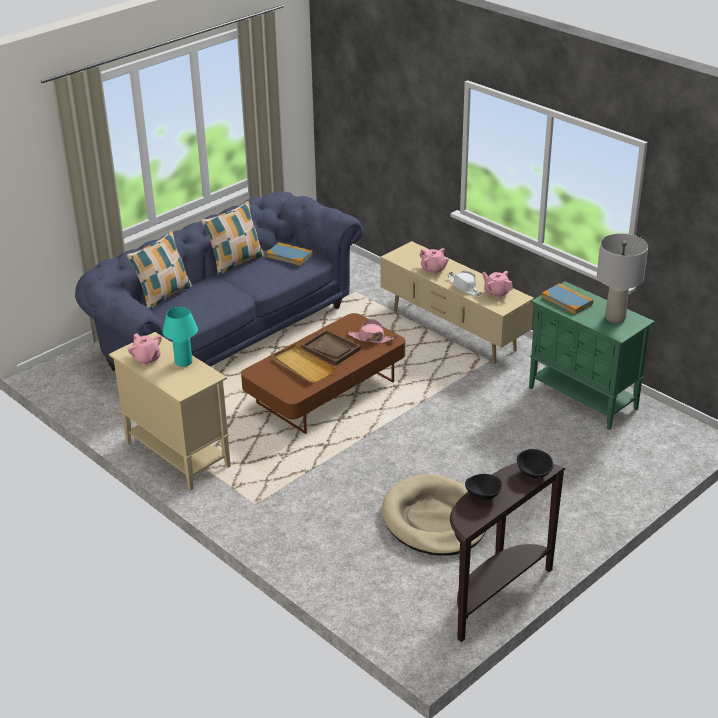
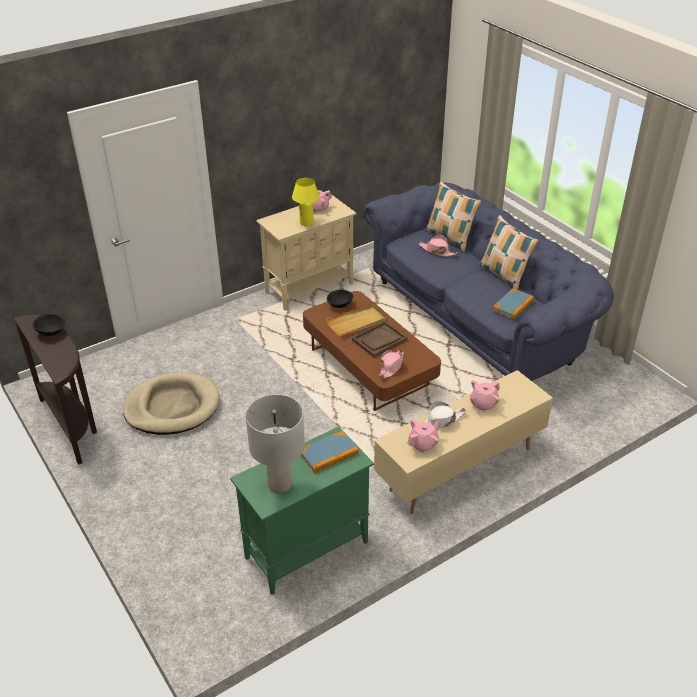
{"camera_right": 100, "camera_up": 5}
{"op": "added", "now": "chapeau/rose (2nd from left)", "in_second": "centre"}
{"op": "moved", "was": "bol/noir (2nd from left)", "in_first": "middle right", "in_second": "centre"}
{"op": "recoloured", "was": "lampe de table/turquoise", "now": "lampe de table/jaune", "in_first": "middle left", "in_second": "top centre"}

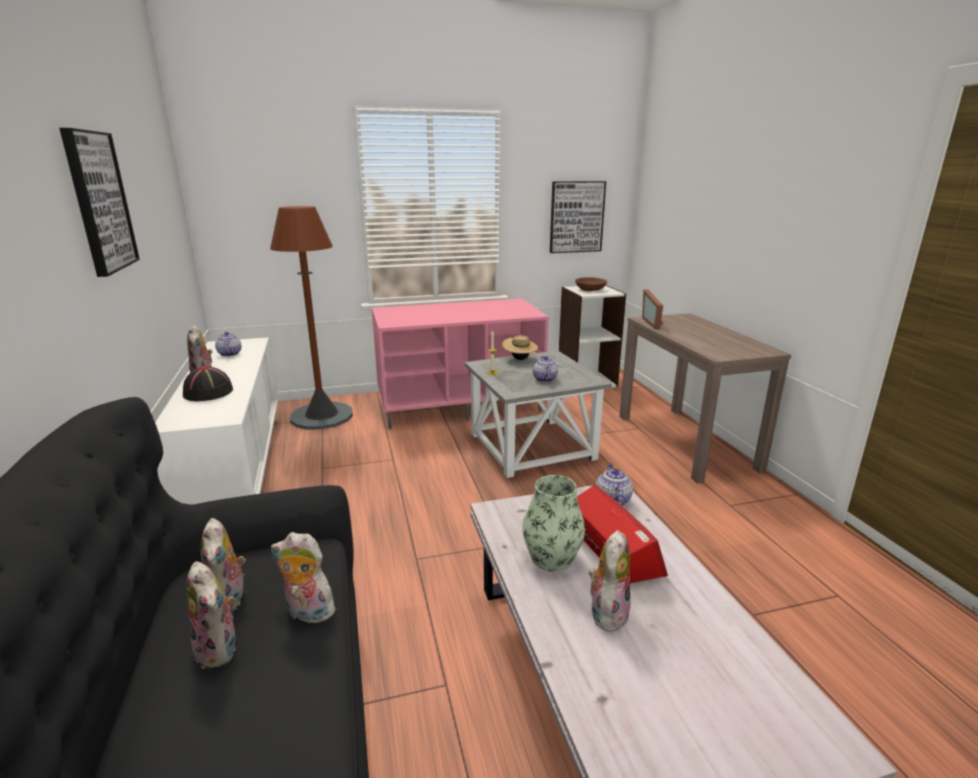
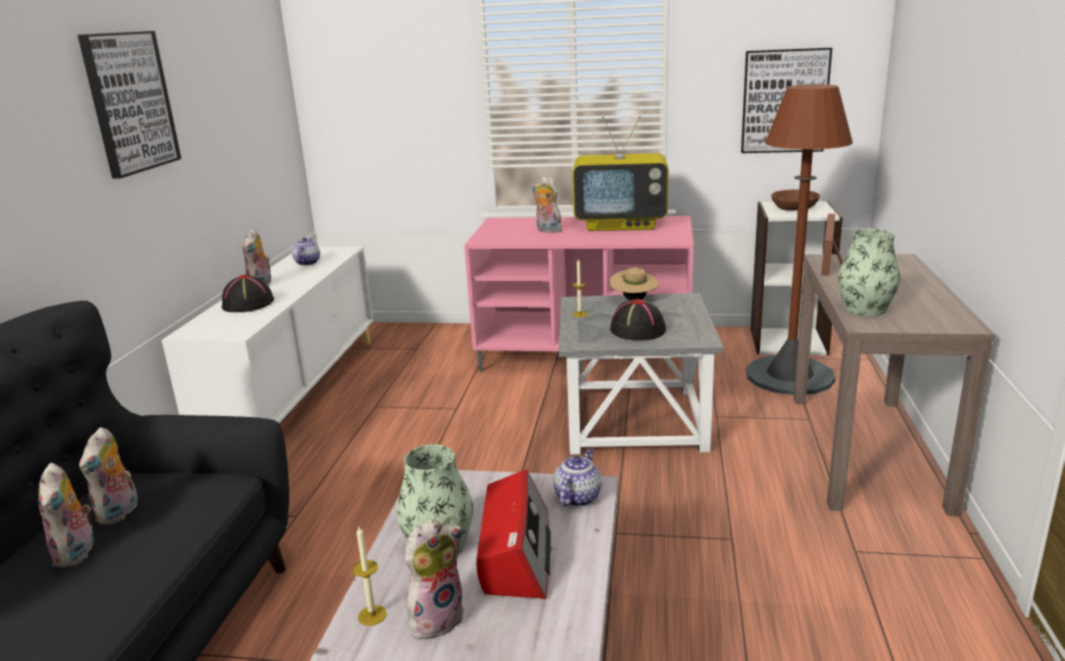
{"camera_right": 25, "camera_up": 0}
{"op": "added", "now": "bougie (1st from left)", "in_second": "bottom centre"}
{"op": "added", "now": "téléviseur", "in_second": "top centre"}
{"op": "added", "now": "vase (2nd from left)", "in_second": "middle right"}
{"op": "moved", "was": "lampadaire/marron", "in_first": "middle left", "in_second": "middle right"}
{"op": "moved", "was": "peluche (4th from left in the first image)", "now": "peluche (5th from left)", "in_first": "bottom left", "in_second": "top centre"}
{"op": "replaced", "was": "théière (2nd from left)", "now": "chapeau/noir (2nd from left)", "in_first": "centre", "in_second": "centre"}

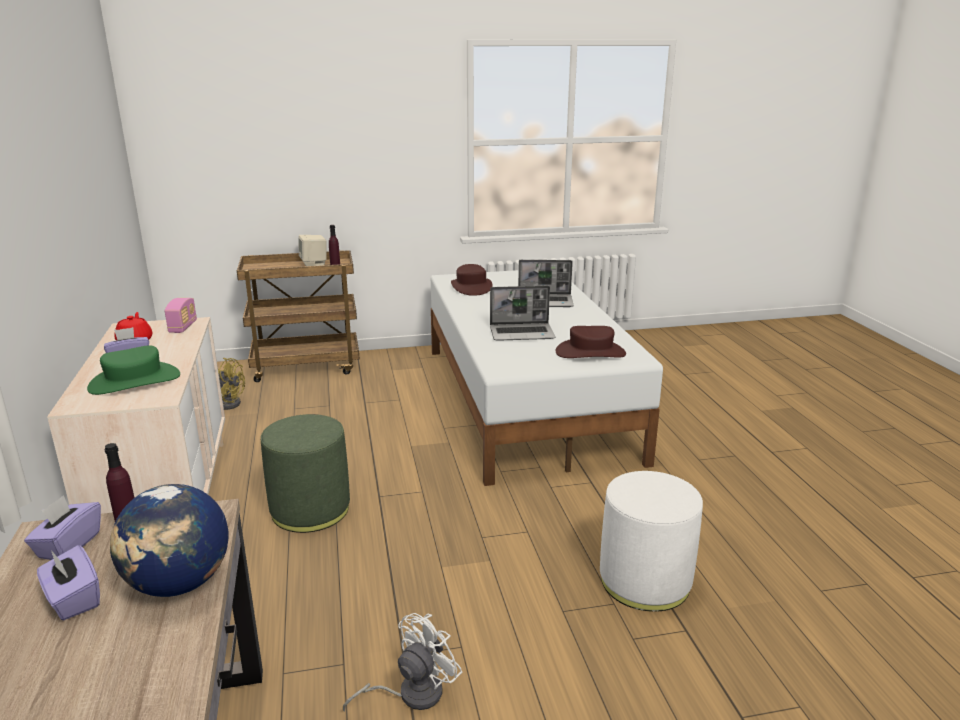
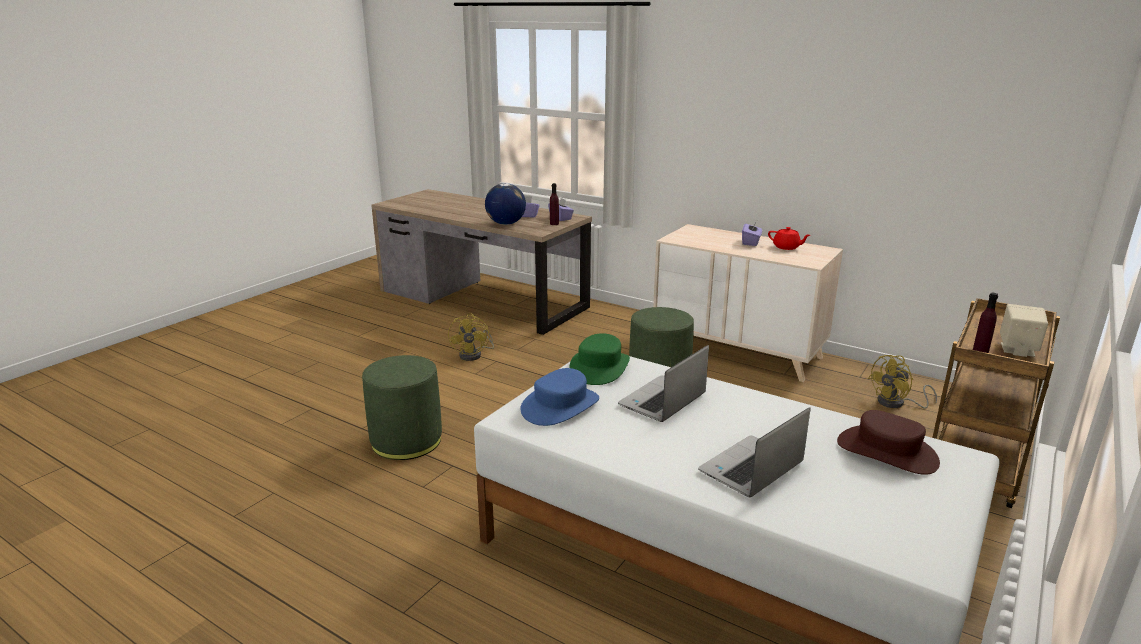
{"camera_right": 135, "camera_up": 0}
{"op": "removed", "was": "radio", "in_first": "middle left"}
{"op": "moved", "was": "chapeau/vert", "in_first": "middle left", "in_second": "centre"}
{"op": "recoloured", "was": "ventilateur/blanc", "now": "ventilateur/jaune (1st from left)", "in_first": "bottom centre", "in_second": "centre"}
{"op": "recoloured", "was": "chapeau/marron (2nd from left)", "now": "chapeau/bleu", "in_first": "centre", "in_second": "centre"}
{"op": "recoloured", "was": "pouf/blanc", "now": "pouf/vert (1st from left)", "in_first": "bottom right", "in_second": "centre"}

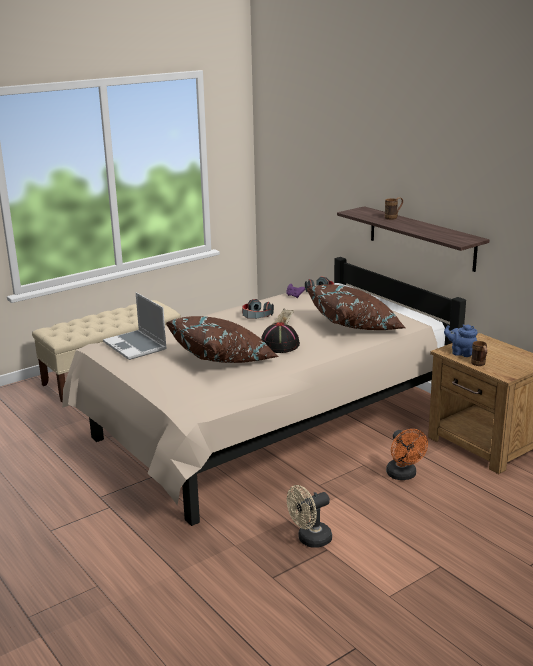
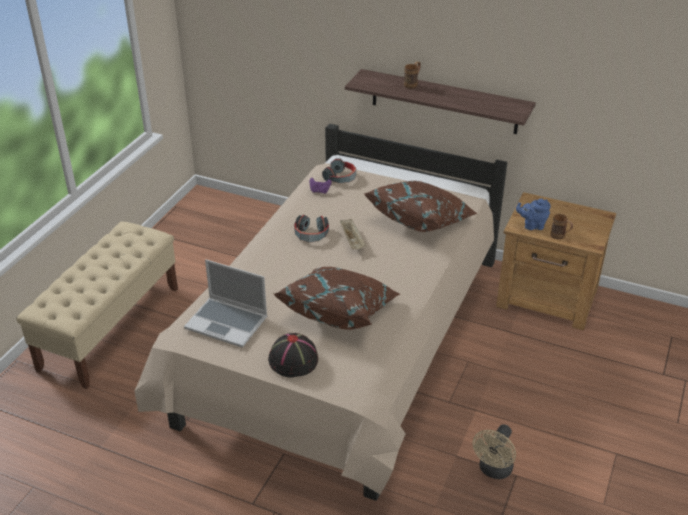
{"camera_right": -30, "camera_up": 15}
{"op": "removed", "was": "ventilateur/orange", "in_first": "bottom right"}
{"op": "moved", "was": "chapeau/noir", "in_first": "centre", "in_second": "bottom centre"}

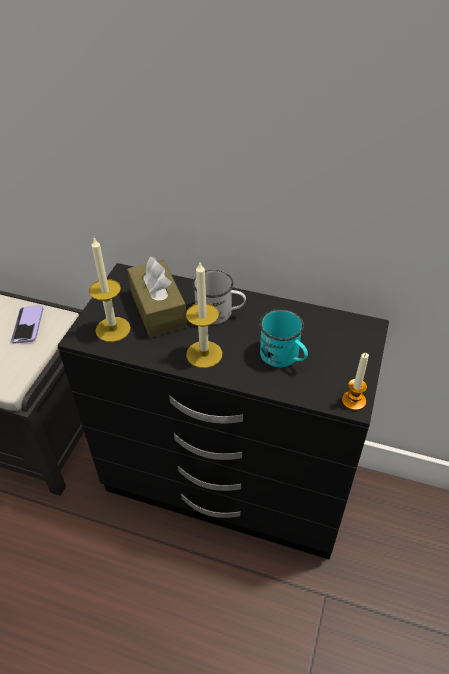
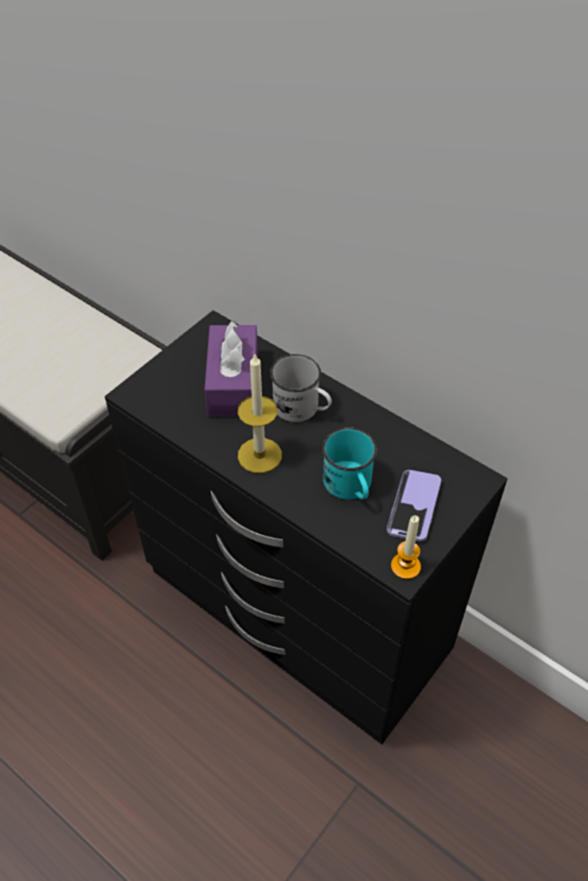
{"camera_right": 20, "camera_up": 5}
{"op": "removed", "was": "bougie (1st from left)", "in_first": "middle left"}
{"op": "moved", "was": "téléphone", "in_first": "middle left", "in_second": "middle right"}
{"op": "recoloured", "was": "boîte à mouchoirs/marron", "now": "boîte à mouchoirs/violet", "in_first": "centre", "in_second": "centre"}

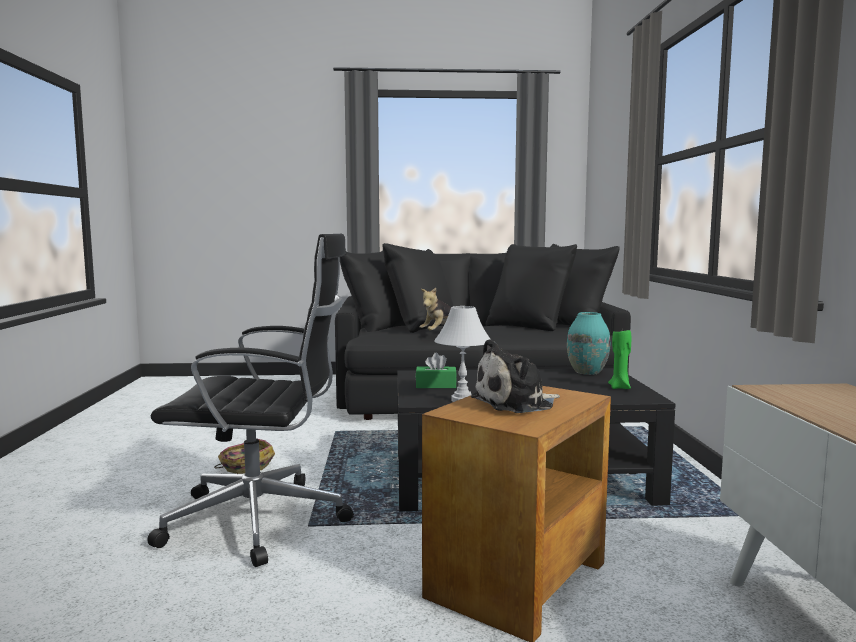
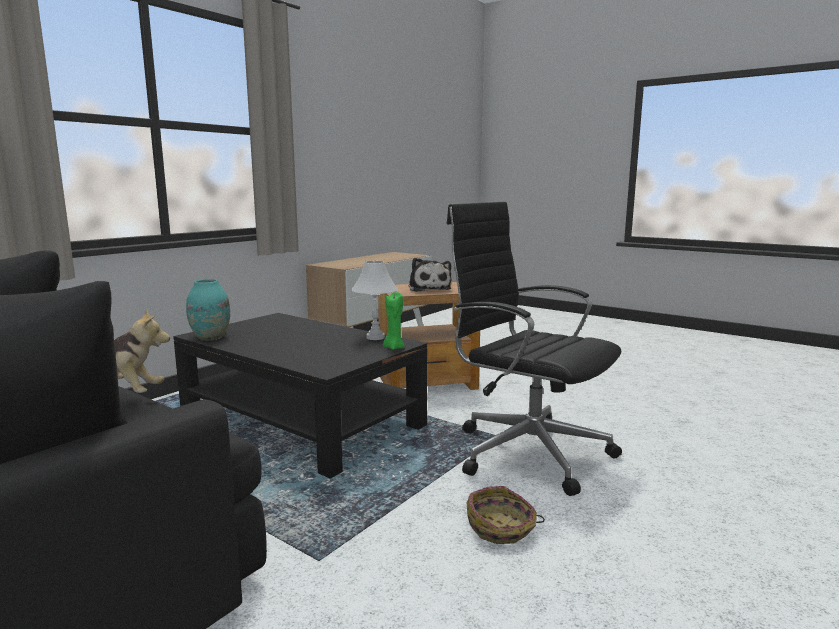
{"camera_right": -140, "camera_up": 5}
{"op": "removed", "was": "boîte à mouchoirs/vert", "in_first": "centre"}
{"op": "moved", "was": "bougie/vert", "in_first": "middle right", "in_second": "centre"}
{"op": "turned", "was": "peluche (2nd from left)", "in_first": "centre", "in_second": "centre", "clockwise": 60}

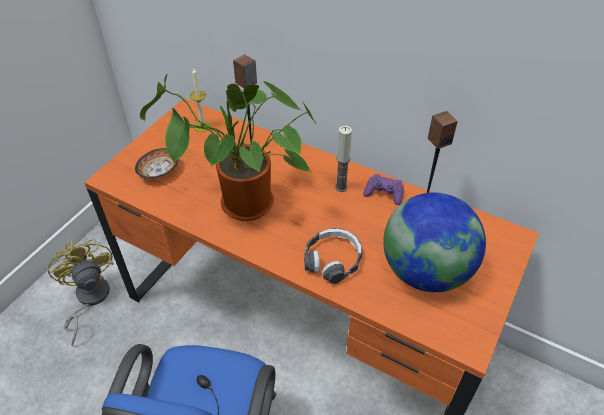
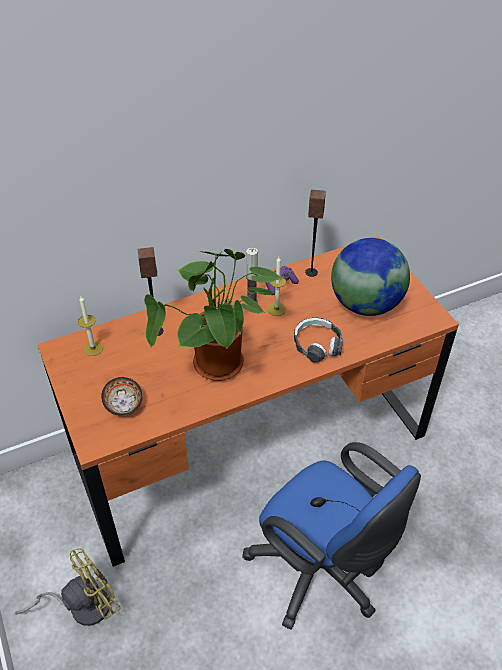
{"camera_right": -55, "camera_up": 0}
{"op": "added", "now": "bougie (3rd from left)", "in_second": "centre"}
{"op": "turned", "was": "ventilateur/jaune", "in_first": "bottom left", "in_second": "bottom left", "clockwise": 135}

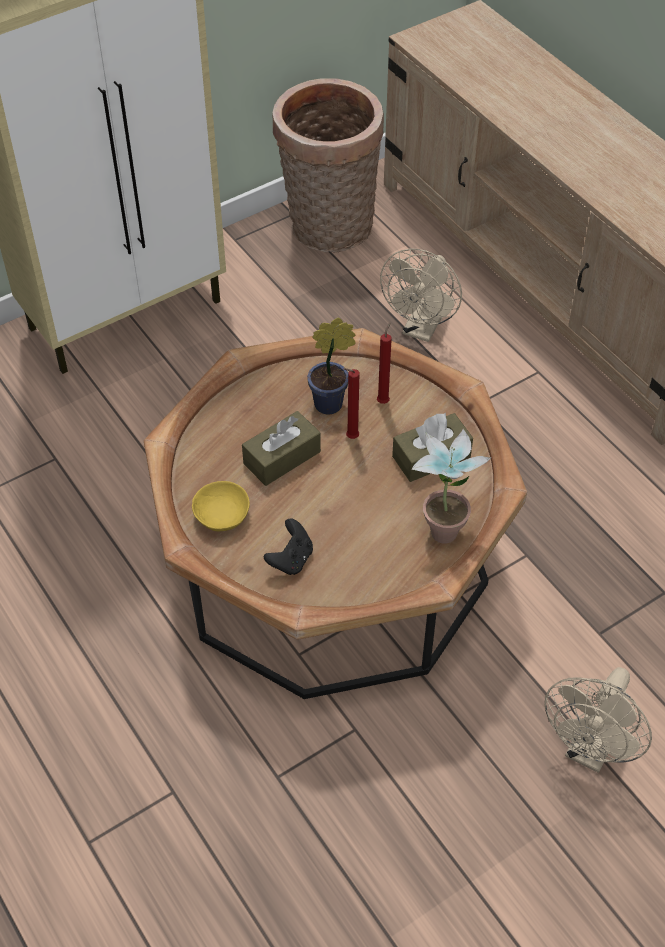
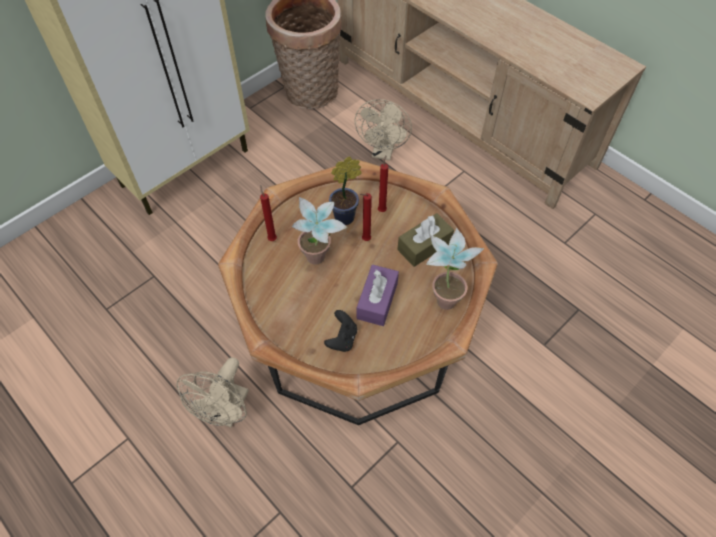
{"camera_right": -10, "camera_up": 5}
{"op": "removed", "was": "bol/jaune", "in_first": "middle left"}
{"op": "added", "now": "bougie/rouge (1st from left)", "in_second": "centre"}
{"op": "added", "now": "boîte à mouchoirs/violet", "in_second": "centre"}
{"op": "moved", "was": "ventilateur/beige (2nd from left in the first image)", "now": "ventilateur/beige (1st from left)", "in_first": "bottom right", "in_second": "bottom left"}
{"op": "replaced", "was": "boîte à mouchoirs/marron (1st from left)", "now": "plante en pot (1st from left)", "in_first": "centre", "in_second": "centre"}

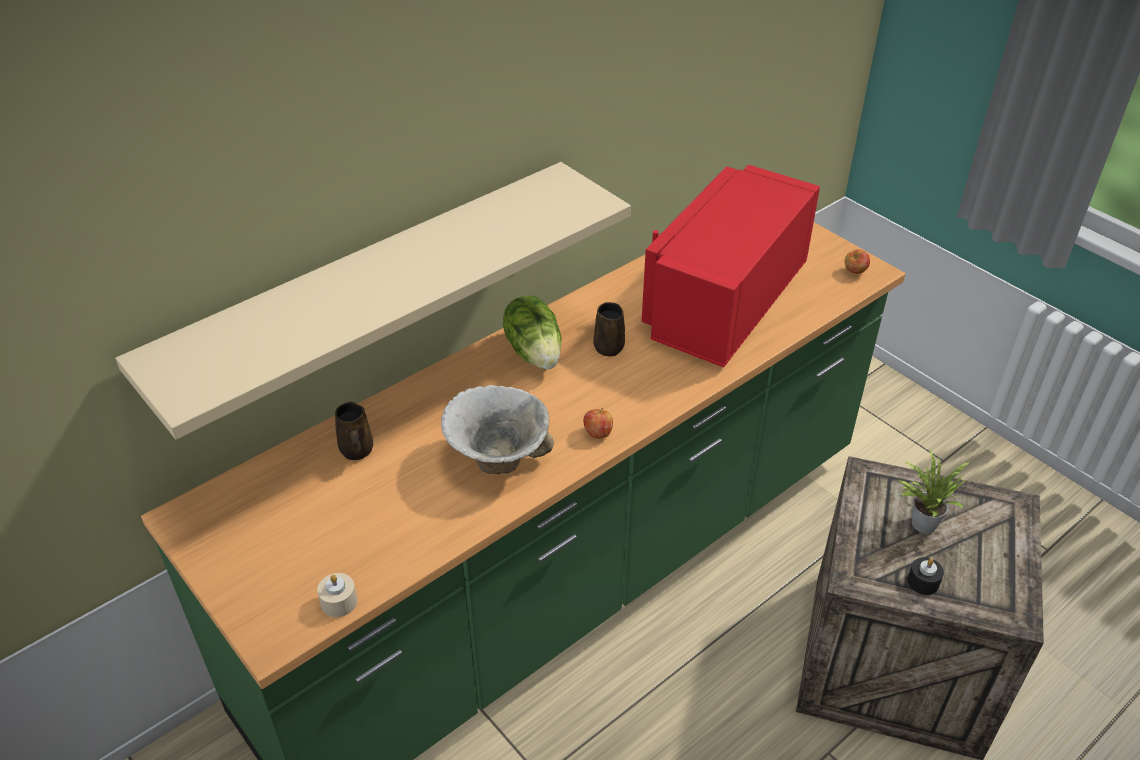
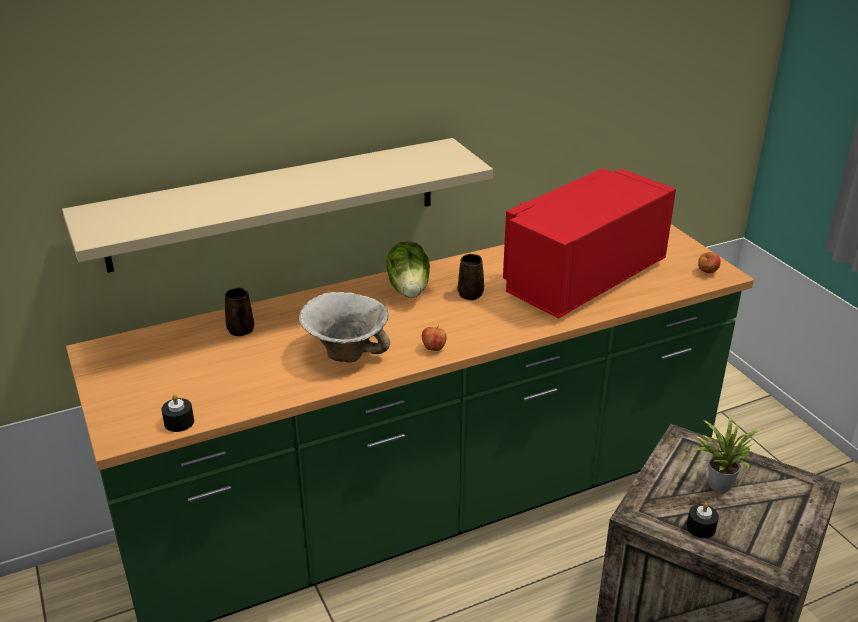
{"camera_right": 15, "camera_up": -10}
{"op": "recoloured", "was": "bougie/beige", "now": "bougie/noir (1st from left)", "in_first": "bottom left", "in_second": "middle left"}

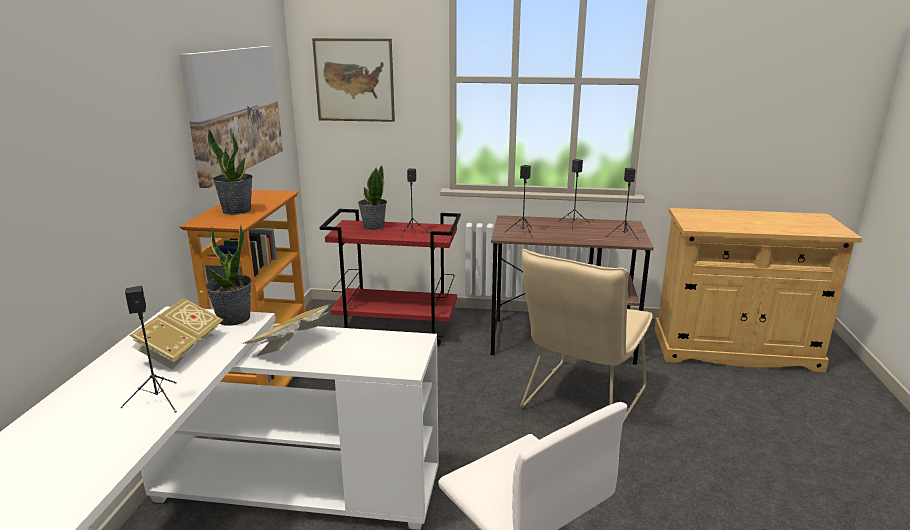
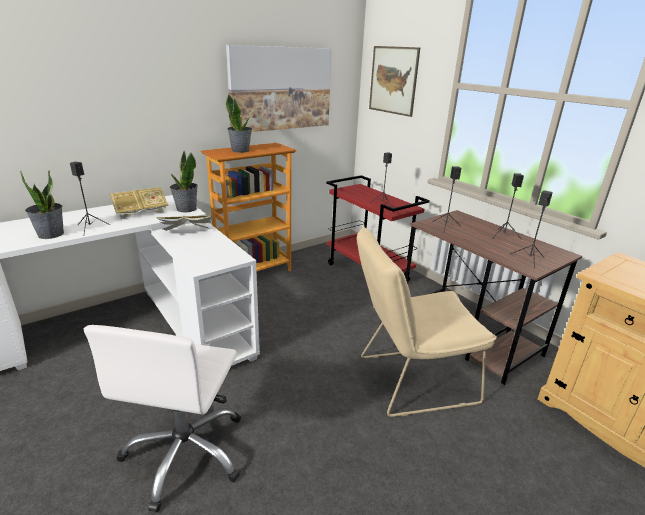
{"camera_right": 45, "camera_up": 5}
{"op": "moved", "was": "plante en pot (3rd from left in the first image)", "now": "plante en pot (1st from left)", "in_first": "centre", "in_second": "middle left"}

